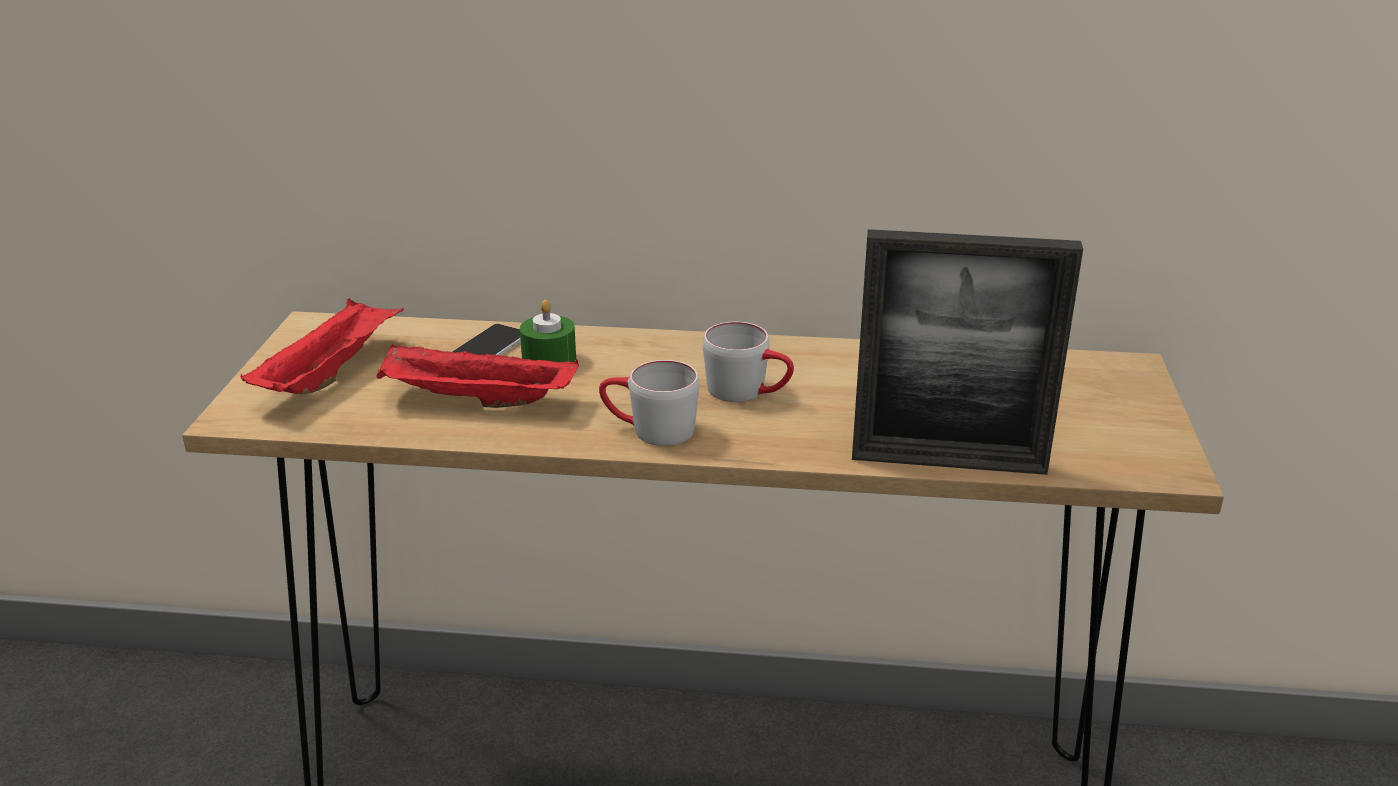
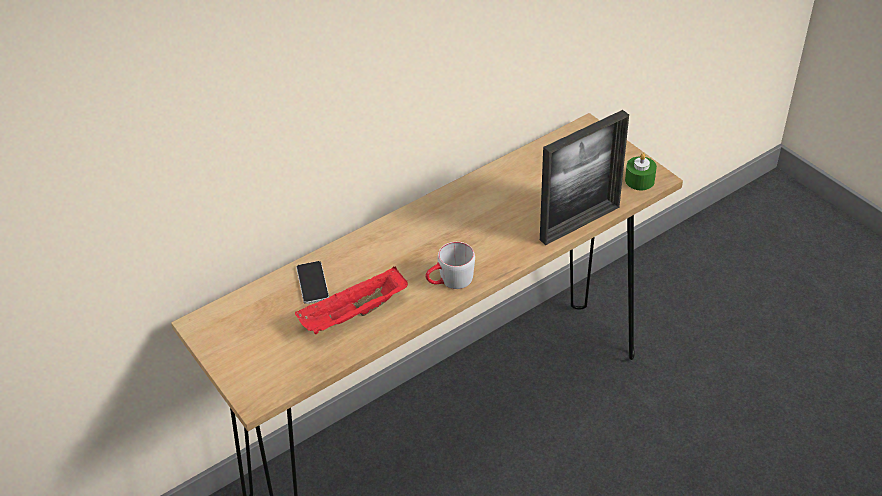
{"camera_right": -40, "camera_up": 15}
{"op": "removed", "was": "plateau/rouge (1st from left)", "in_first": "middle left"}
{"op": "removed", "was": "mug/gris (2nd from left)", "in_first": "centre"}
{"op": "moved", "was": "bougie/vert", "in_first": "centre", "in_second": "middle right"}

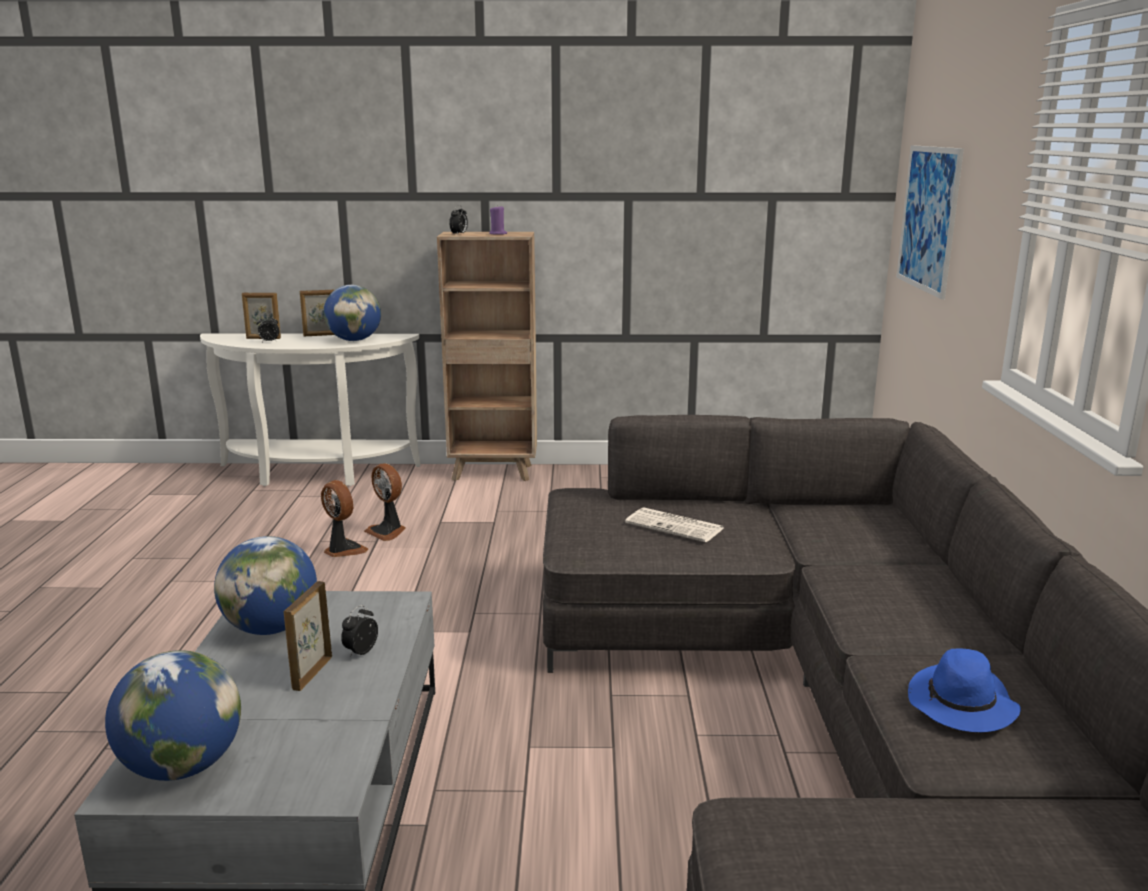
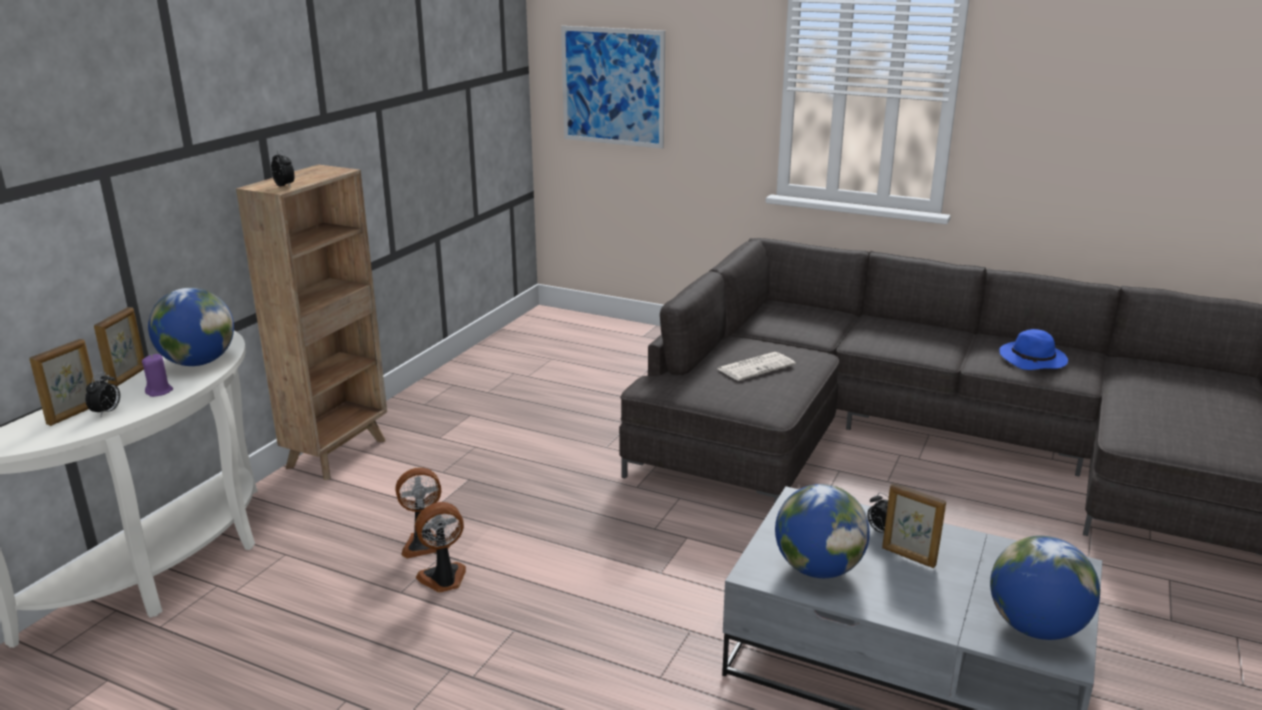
{"camera_right": -65, "camera_up": 5}
{"op": "moved", "was": "bougie/violet", "in_first": "top centre", "in_second": "middle left"}

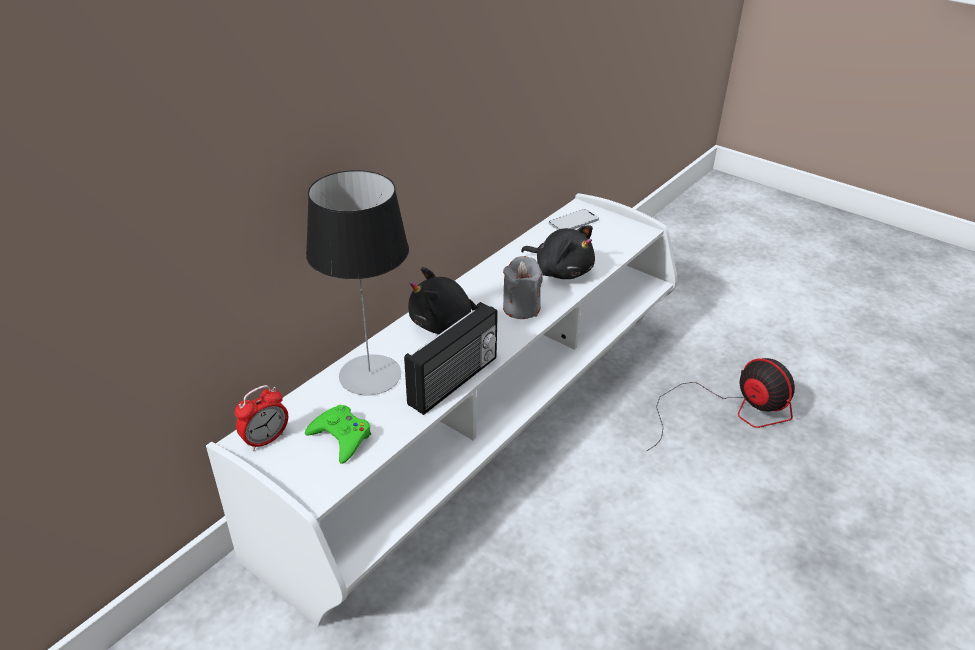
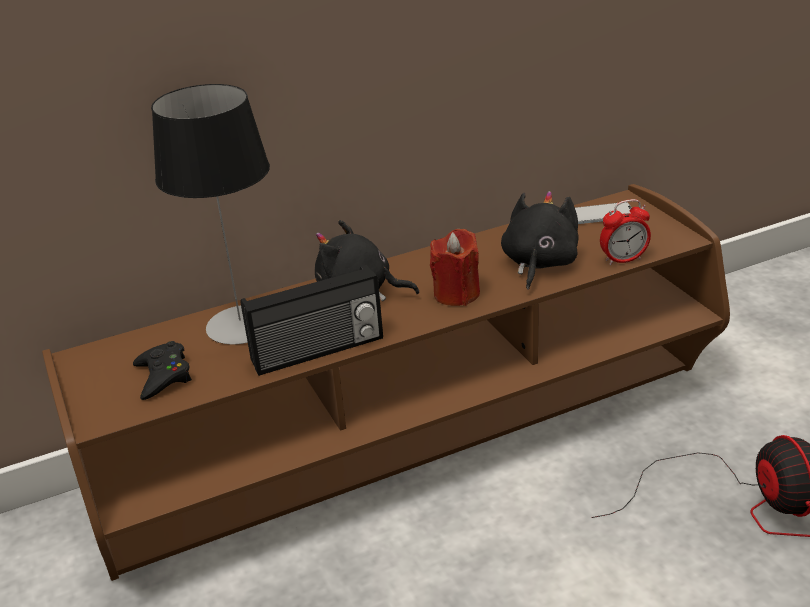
{"camera_right": 30, "camera_up": -5}
{"op": "moved", "was": "réveil", "in_first": "middle left", "in_second": "middle right"}
{"op": "recoloured", "was": "meuble télé/blanc", "now": "meuble télé/marron", "in_first": "centre", "in_second": "centre"}
{"op": "recoloured", "was": "manette/vert", "now": "manette/noir", "in_first": "bottom centre", "in_second": "middle left"}
{"op": "recoloured", "was": "bougie/gris", "now": "bougie/rouge", "in_first": "centre", "in_second": "centre"}
{"op": "turned", "was": "peluche/noir (2nd from left)", "in_first": "centre", "in_second": "centre", "clockwise": -135}

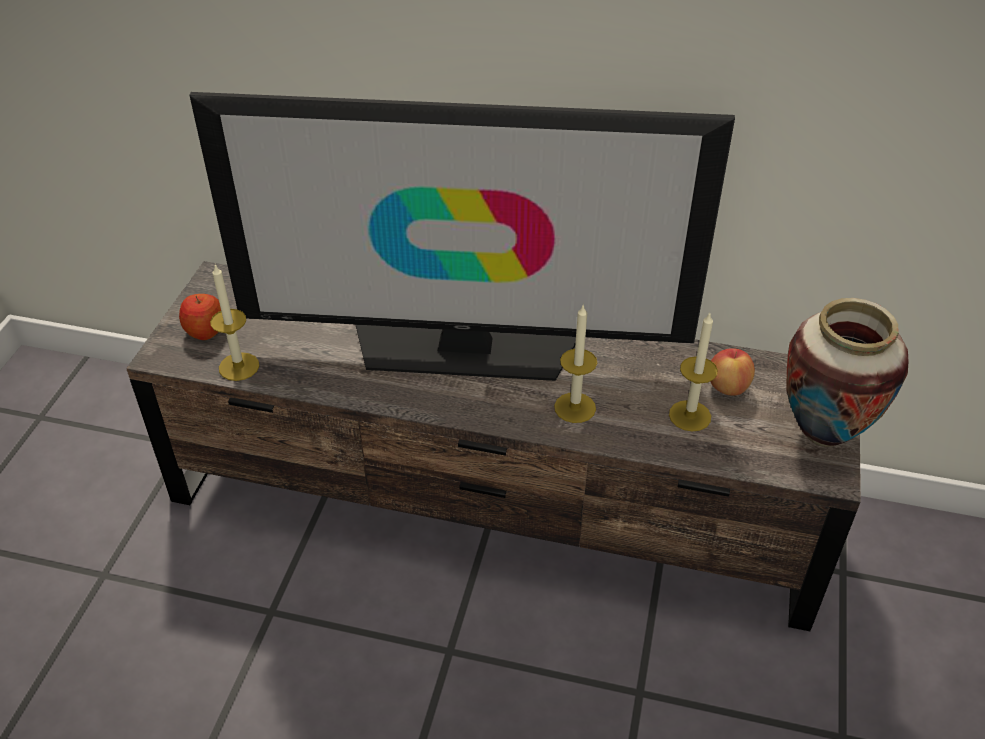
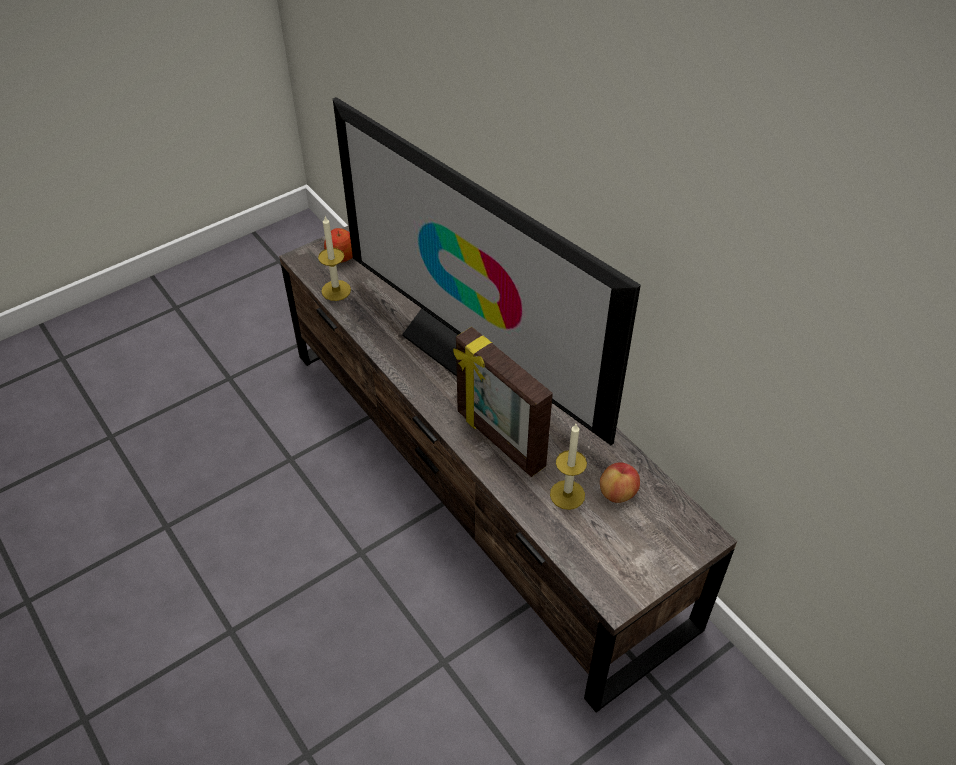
{"camera_right": 40, "camera_up": 5}
{"op": "removed", "was": "vase", "in_first": "middle right"}
{"op": "replaced", "was": "bougie (2nd from left)", "now": "cadre photo", "in_first": "centre", "in_second": "centre"}

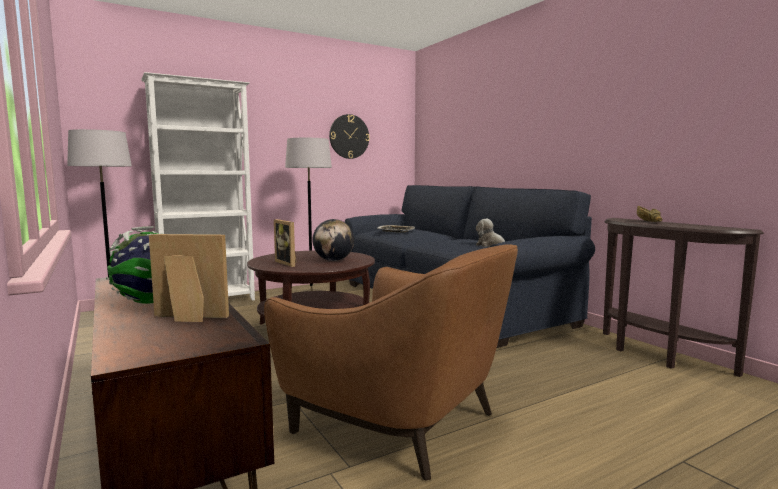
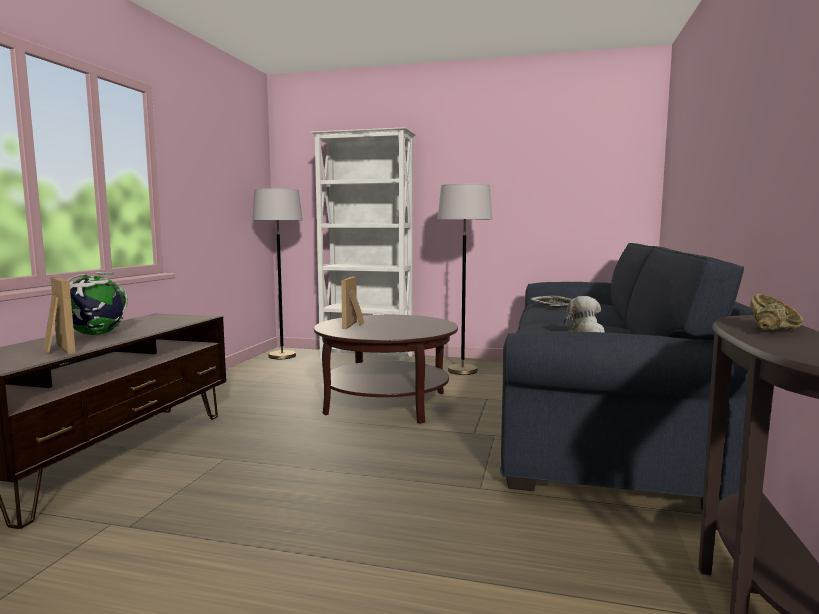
{"camera_right": 45, "camera_up": 0}
{"op": "removed", "was": "fauteuil/marron", "in_first": "bottom centre"}
{"op": "removed", "was": "globe (2nd from left)", "in_first": "centre"}
{"op": "removed", "was": "horloge murale", "in_first": "top centre"}

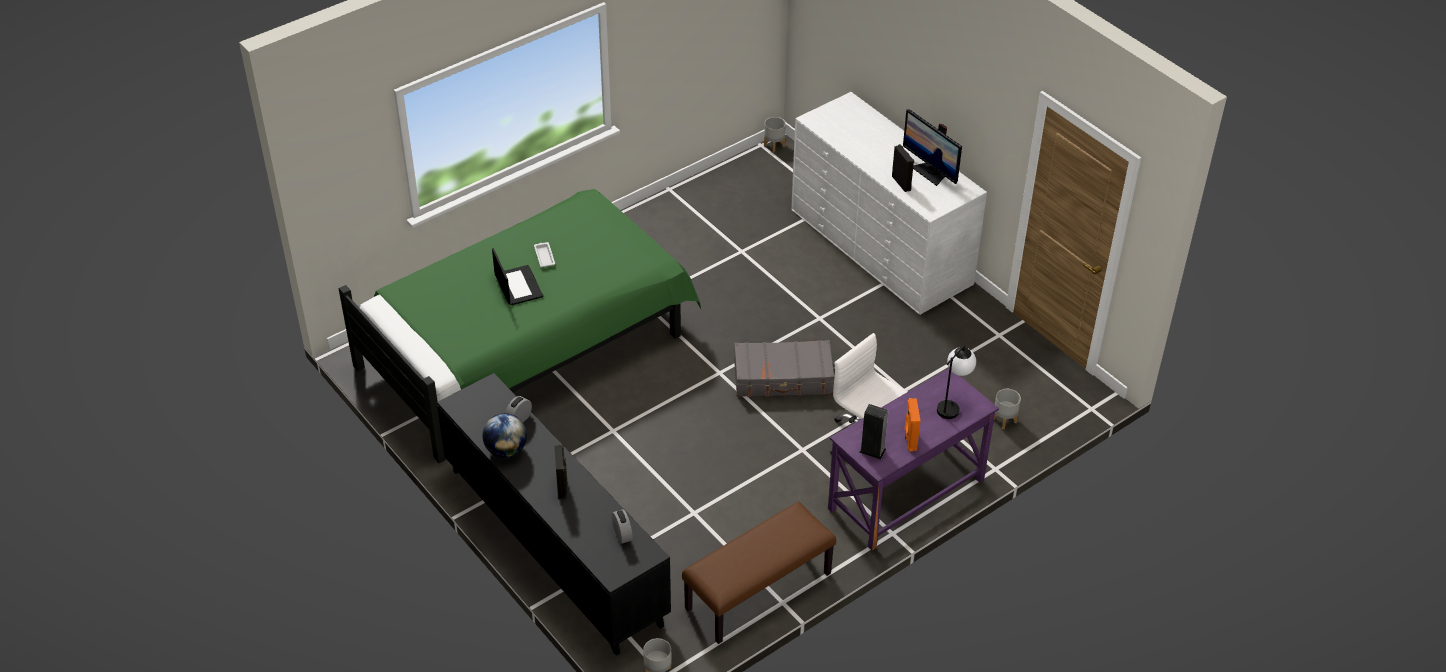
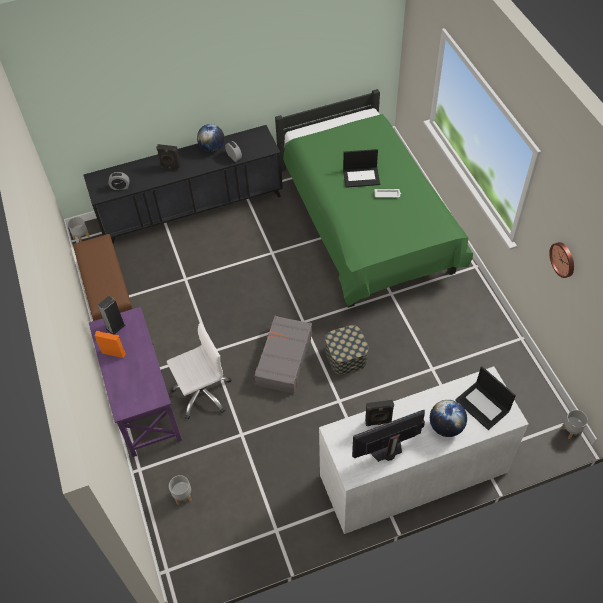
{"camera_right": 110, "camera_up": 10}
{"op": "removed", "was": "lampe de table", "in_first": "centre"}
{"op": "added", "now": "boîte de rangement", "in_second": "centre"}
{"op": "added", "now": "globe (2nd from left)", "in_second": "bottom right"}
{"op": "added", "now": "ordinateur portable (2nd from left)", "in_second": "middle right"}
{"op": "added", "now": "horloge murale", "in_second": "middle right"}

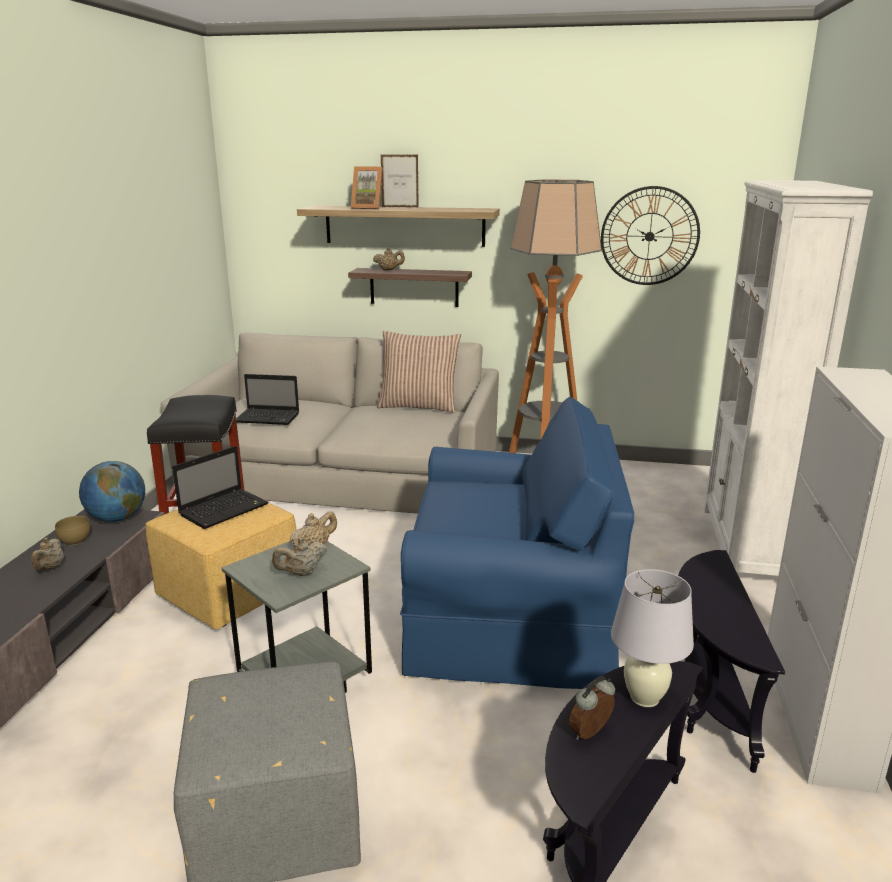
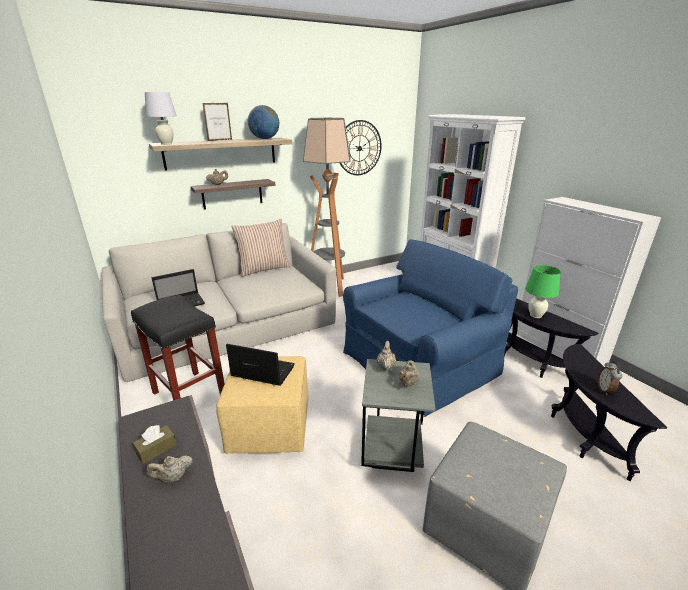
{"camera_right": -40, "camera_up": 5}
{"op": "removed", "was": "cadre photo (1st from left)", "in_first": "top centre"}
{"op": "added", "now": "lampe de table/vert", "in_second": "middle right"}
{"op": "moved", "was": "globe", "in_first": "middle left", "in_second": "top centre"}
{"op": "moved", "was": "lampe de table/blanc", "in_first": "bottom right", "in_second": "top left"}
{"op": "replaced", "was": "bol/marron", "now": "boîte à mouchoirs/marron", "in_first": "middle left", "in_second": "bottom left"}
{"op": "turned", "was": "théière/beige (1st from left)", "in_first": "middle left", "in_second": "bottom left", "clockwise": 105}
{"op": "turned", "was": "ordinateur portable (1st from left in the first image)", "in_first": "middle left", "in_second": "centre", "clockwise": -75}

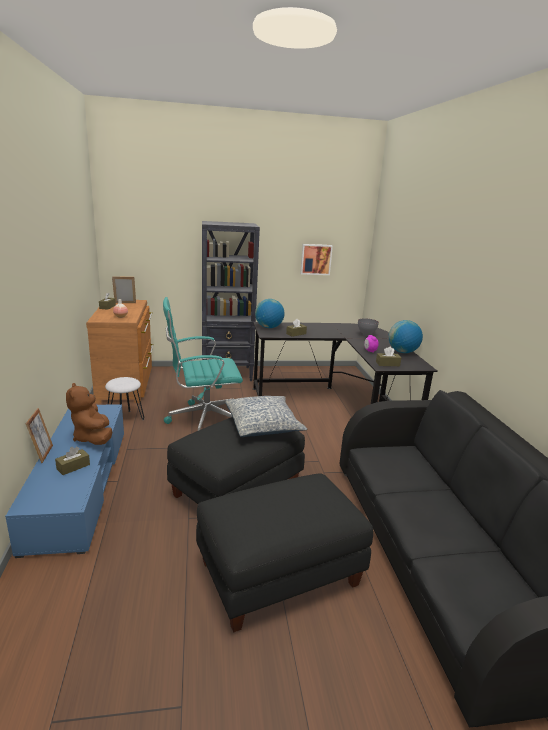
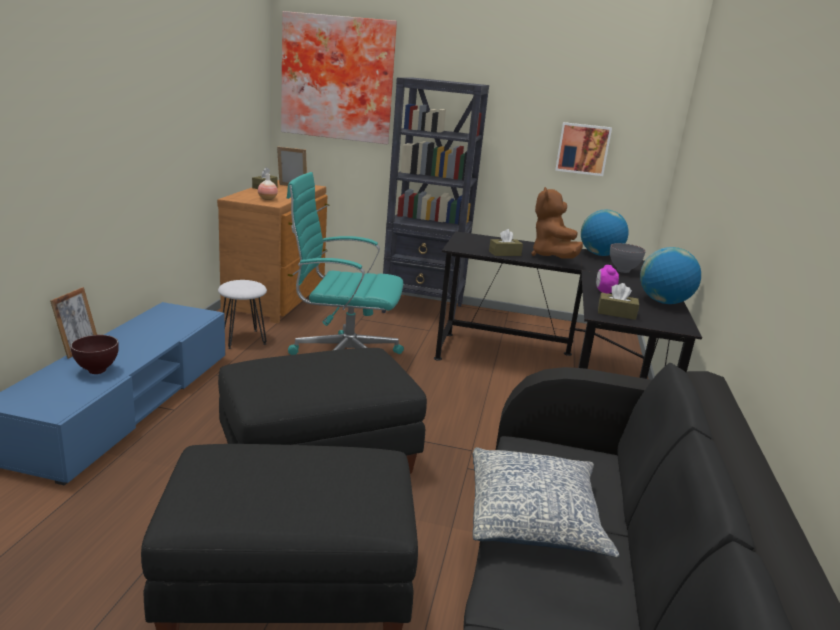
{"camera_right": 20, "camera_up": 0}
{"op": "added", "now": "tableau (1st from left)", "in_second": "top centre"}
{"op": "moved", "was": "peluche/marron", "in_first": "middle left", "in_second": "centre"}
{"op": "moved", "was": "coussin", "in_first": "centre", "in_second": "bottom centre"}
{"op": "moved", "was": "globe (1st from left)", "in_first": "centre", "in_second": "middle right"}
{"op": "replaced", "was": "boîte à mouchoirs/marron (1st from left)", "now": "bol/marron", "in_first": "middle left", "in_second": "middle left"}

